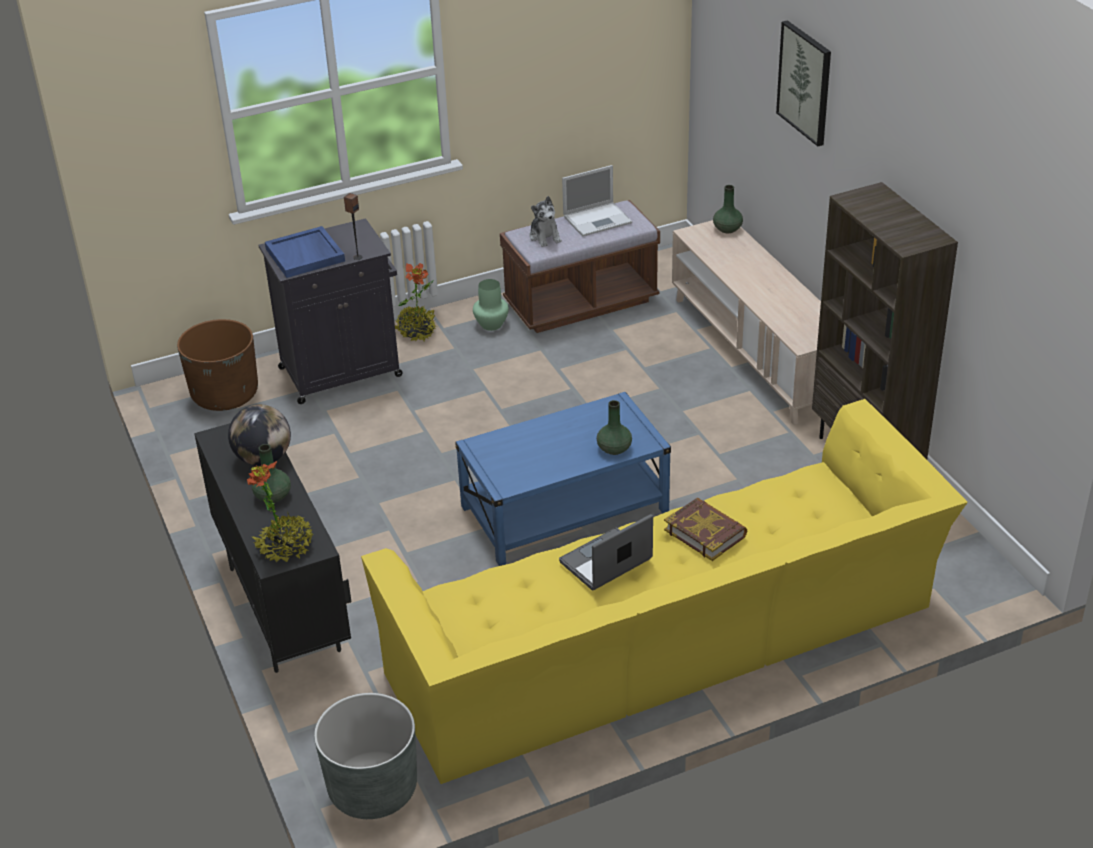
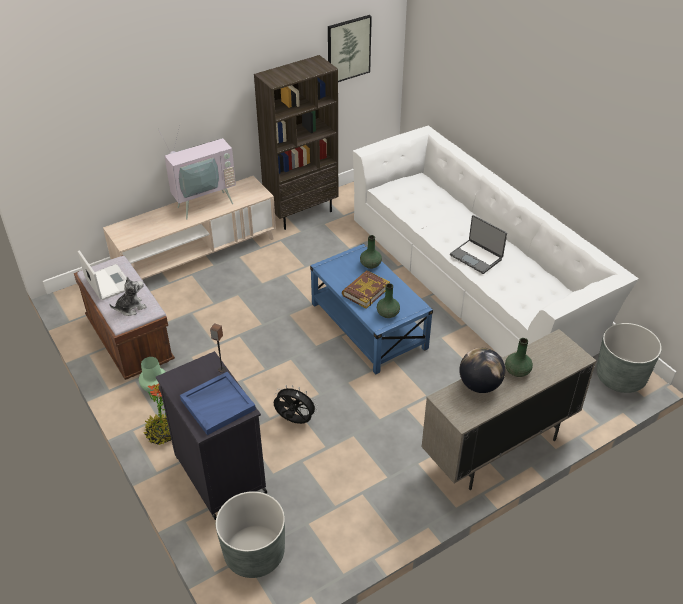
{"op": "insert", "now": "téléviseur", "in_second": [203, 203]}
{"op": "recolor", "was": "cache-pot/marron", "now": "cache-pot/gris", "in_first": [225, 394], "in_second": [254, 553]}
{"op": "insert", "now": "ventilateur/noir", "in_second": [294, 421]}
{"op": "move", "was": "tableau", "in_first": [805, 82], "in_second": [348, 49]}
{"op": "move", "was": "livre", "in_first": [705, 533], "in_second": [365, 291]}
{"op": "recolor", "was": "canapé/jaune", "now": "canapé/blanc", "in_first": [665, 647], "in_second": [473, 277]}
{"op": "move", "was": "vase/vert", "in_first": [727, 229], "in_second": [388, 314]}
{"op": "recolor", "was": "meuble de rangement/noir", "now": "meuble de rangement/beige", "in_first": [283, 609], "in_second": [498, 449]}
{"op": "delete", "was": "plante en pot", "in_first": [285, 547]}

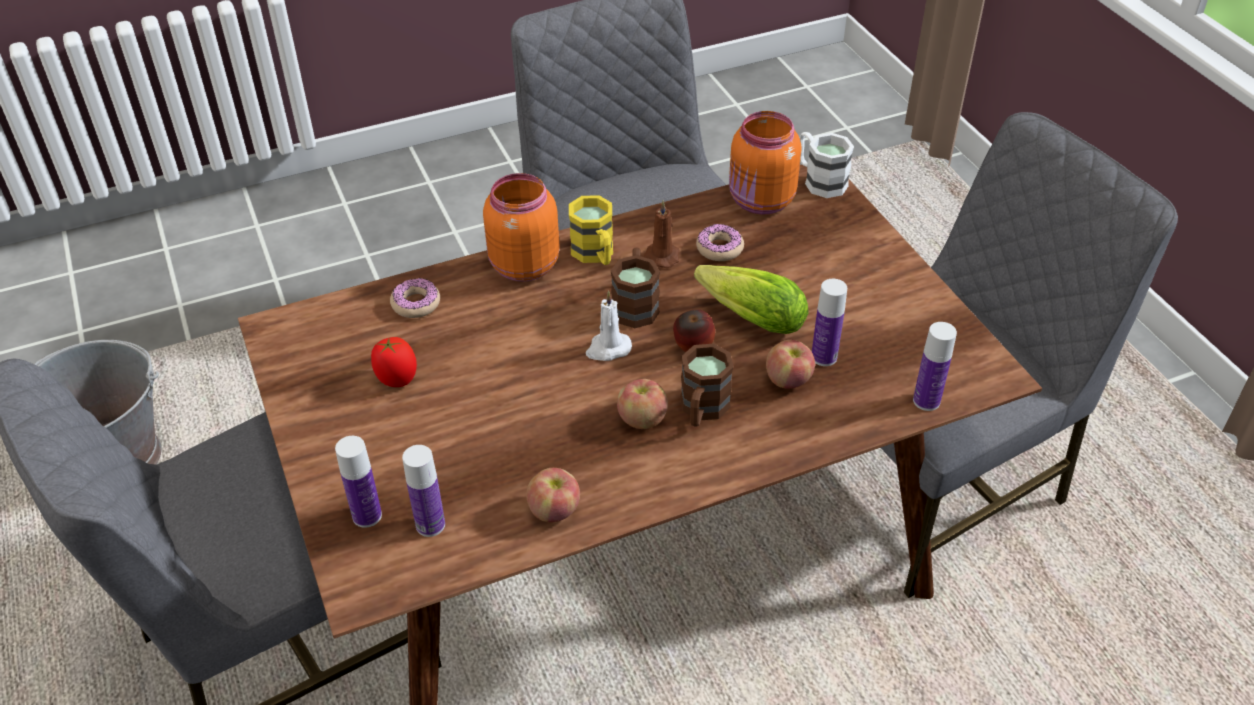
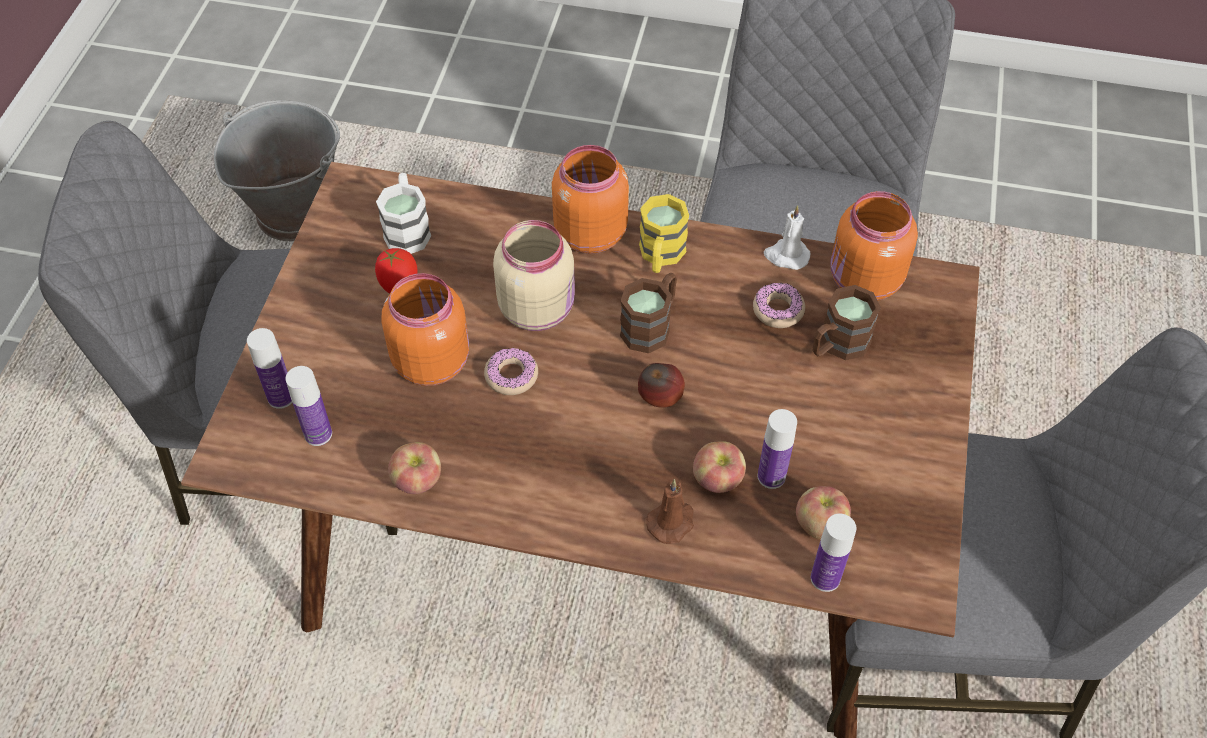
{"op": "move", "was": "mug/blanc", "in_first": [819, 180], "in_second": [407, 228]}
{"op": "insert", "now": "bocal/orange", "in_second": [431, 360]}
{"op": "move", "was": "beignet", "in_first": [416, 304], "in_second": [511, 376]}
{"op": "insert", "now": "bocal/beige", "in_second": [538, 308]}
{"op": "move", "was": "bougie/marron", "in_first": [662, 255], "in_second": [672, 522]}
{"op": "move", "was": "bougie/blanc", "in_first": [608, 349], "in_second": [786, 256]}
{"op": "move", "was": "pomme", "in_first": [642, 419], "in_second": [819, 524]}
{"op": "move", "was": "mug/marron", "in_first": [702, 410], "in_second": [837, 345]}
{"op": "delete", "was": "laitue", "in_first": [746, 316]}

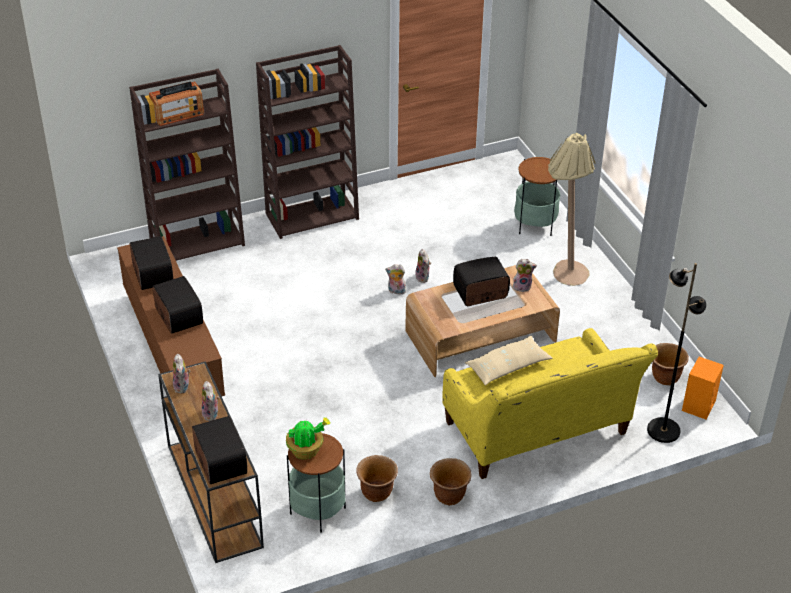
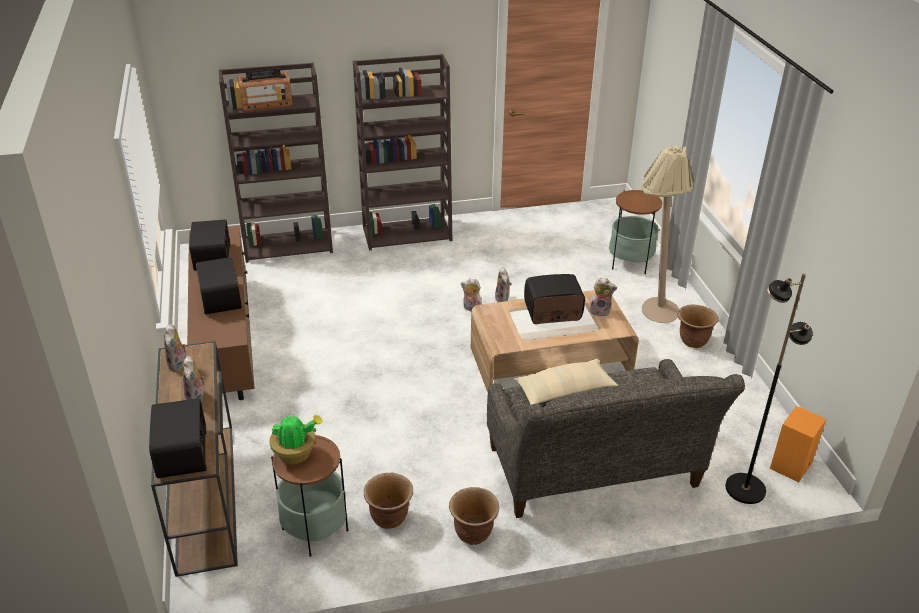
{"op": "recolor", "was": "canapé/jaune", "now": "canapé/gris", "in_first": [540, 434], "in_second": [596, 475]}
{"op": "move", "was": "cache-pot/marron", "in_first": [665, 378], "in_second": [693, 341]}

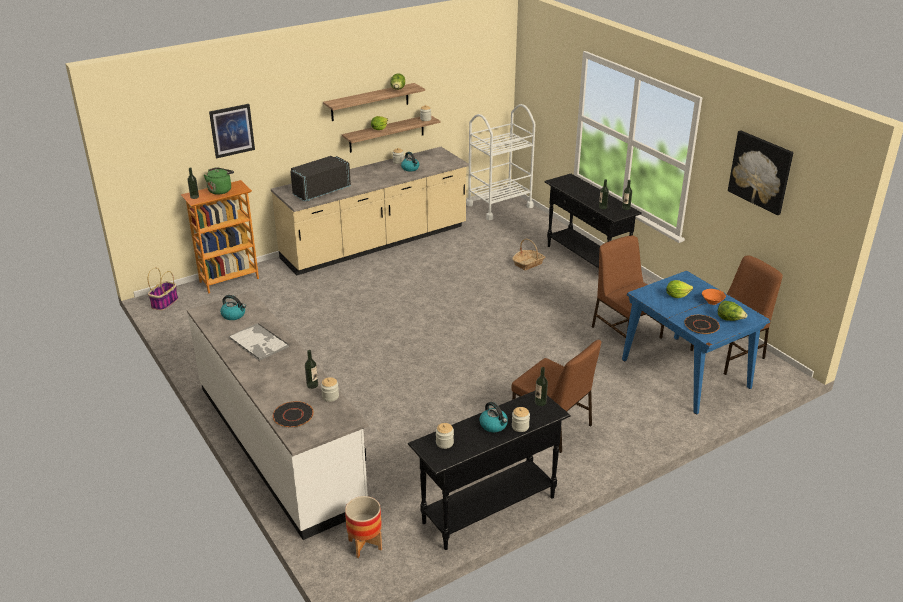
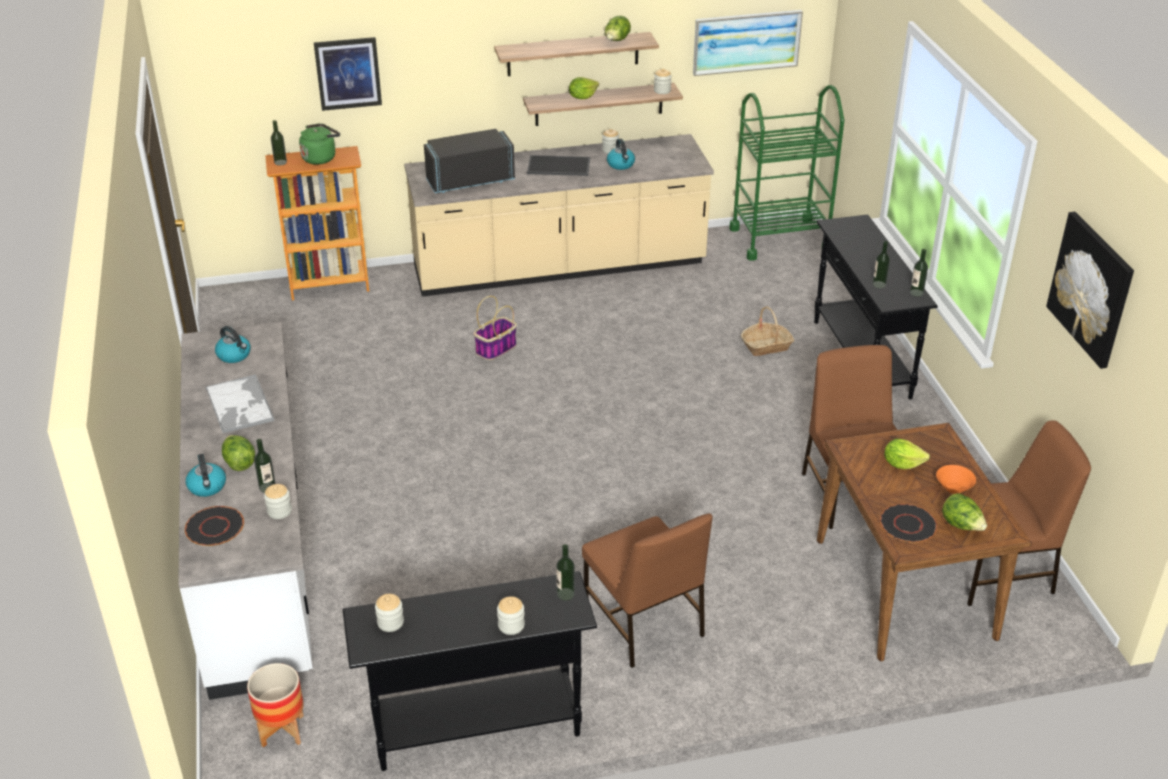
{"op": "move", "was": "bouilloire", "in_first": [494, 425], "in_second": [207, 487]}
{"op": "insert", "now": "laitue", "in_second": [239, 463]}
{"op": "move", "was": "panier", "in_first": [164, 303], "in_second": [496, 349]}
{"op": "insert", "now": "plateau", "in_second": [558, 166]}
{"op": "insert", "now": "tableau", "in_second": [746, 42]}
{"op": "recolor", "was": "chariot/blanc", "now": "chariot/vert", "in_first": [499, 206], "in_second": [779, 239]}
{"op": "recolor", "was": "table à manger/bleu", "now": "table à manger/marron", "in_first": [686, 374], "in_second": [905, 588]}

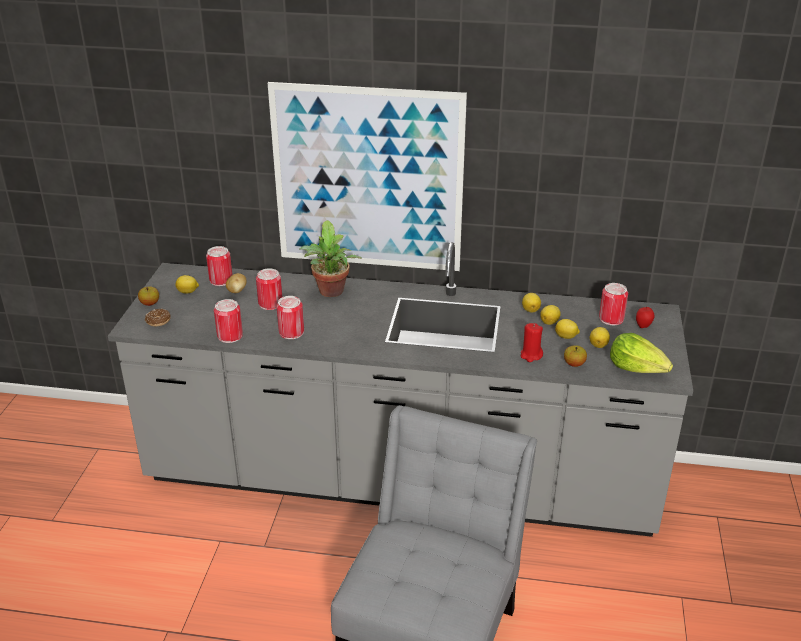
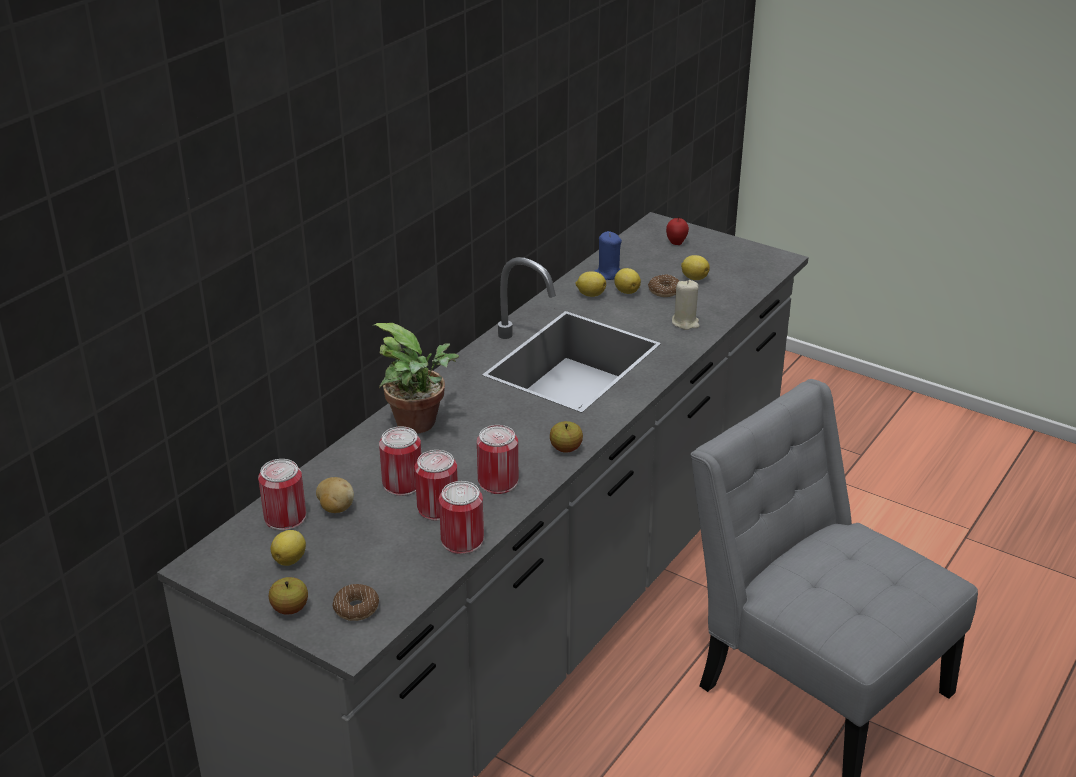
{"op": "move", "was": "boîte métallique", "in_first": [611, 318], "in_second": [438, 508]}
{"op": "move", "was": "pomme", "in_first": [574, 364], "in_second": [566, 449]}
{"op": "insert", "now": "bougie/bleu", "in_second": [608, 274]}
{"op": "replace", "was": "citron", "now": "beignet", "in_first": [566, 337], "in_second": [664, 291]}
{"op": "recolor", "was": "bougie/rouge", "now": "bougie/beige", "in_first": [531, 355], "in_second": [685, 322]}
{"op": "delete", "was": "tableau", "in_first": [368, 179]}
{"op": "delete", "was": "laitue", "in_first": [637, 368]}

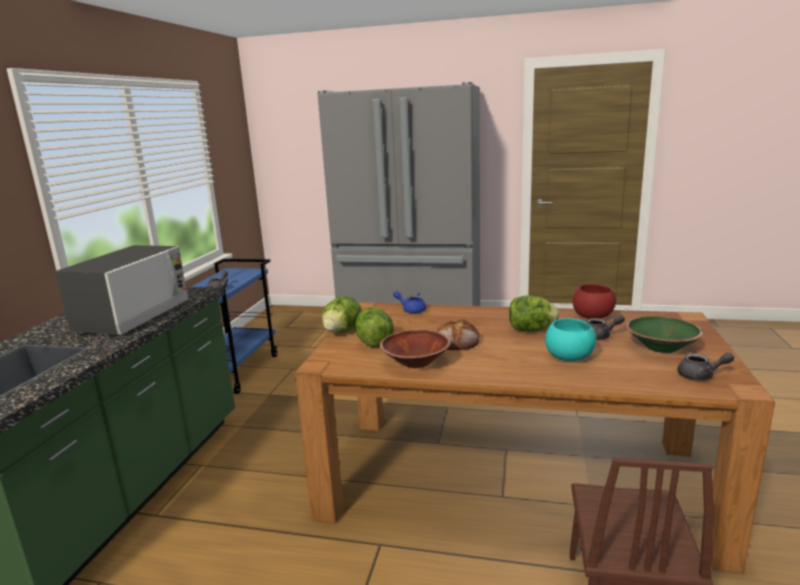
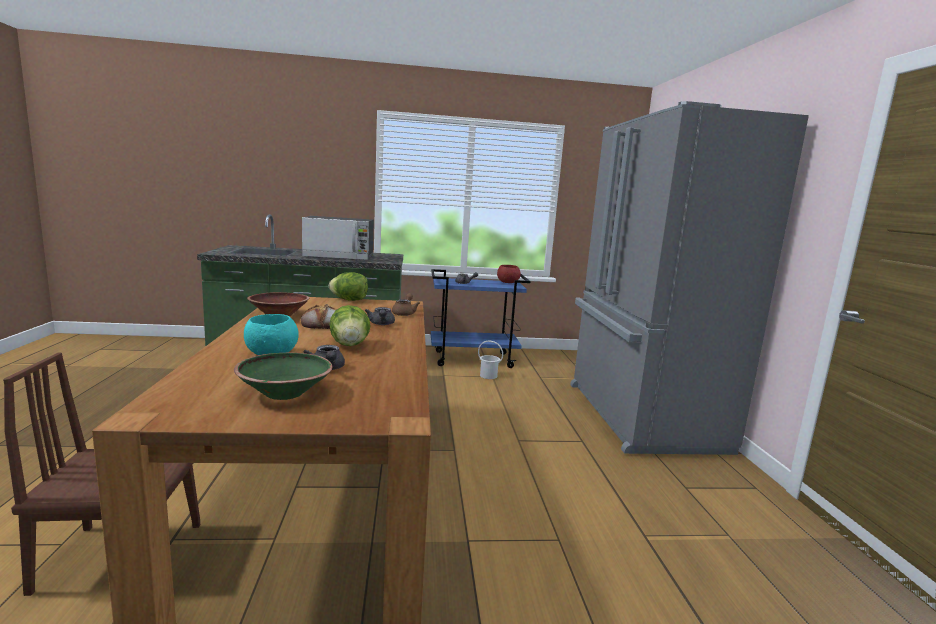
{"op": "move", "was": "théière/gris", "in_first": [701, 376], "in_second": [381, 324]}
{"op": "recolor", "was": "théière/bleu", "now": "théière/marron", "in_first": [411, 310], "in_second": [405, 313]}
{"op": "insert", "now": "seau/blanc", "in_second": [488, 376]}
{"op": "move", "was": "bol/rouge", "in_first": [593, 317], "in_second": [507, 282]}
{"op": "delete", "was": "laitue", "in_first": [374, 343]}

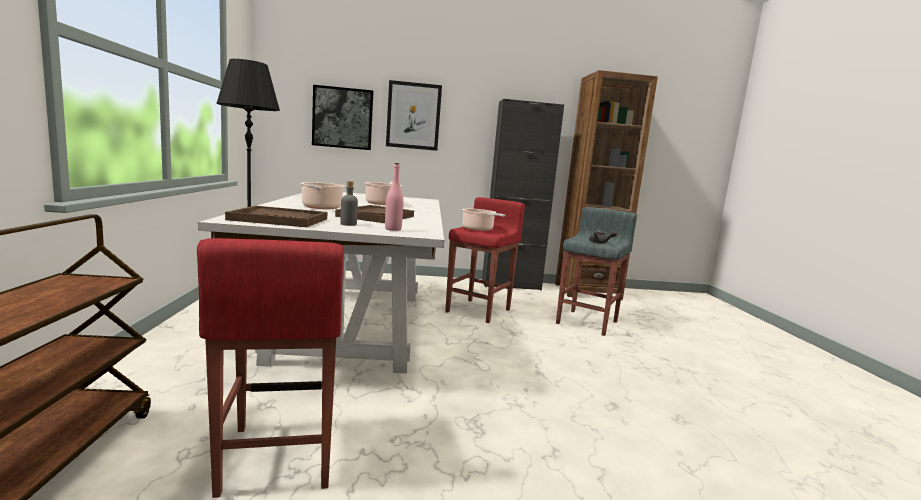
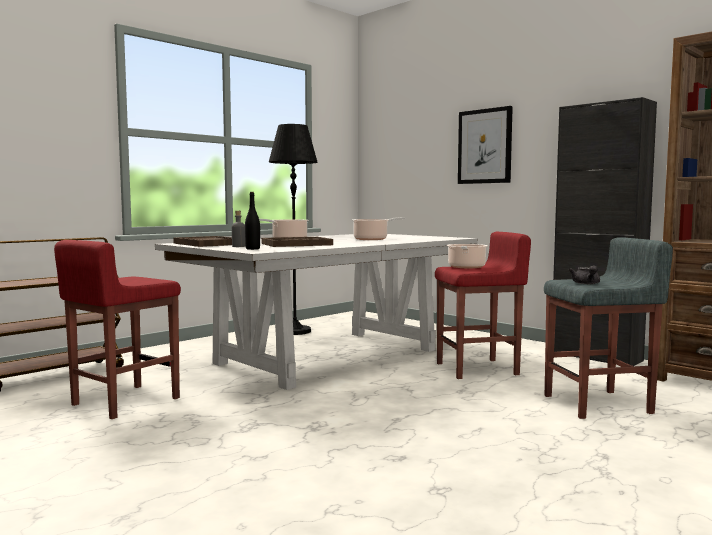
{"op": "recolor", "was": "bouteille/rose", "now": "bouteille/noir", "in_first": [393, 229], "in_second": [252, 249]}
{"op": "delete", "was": "tableau", "in_first": [342, 118]}

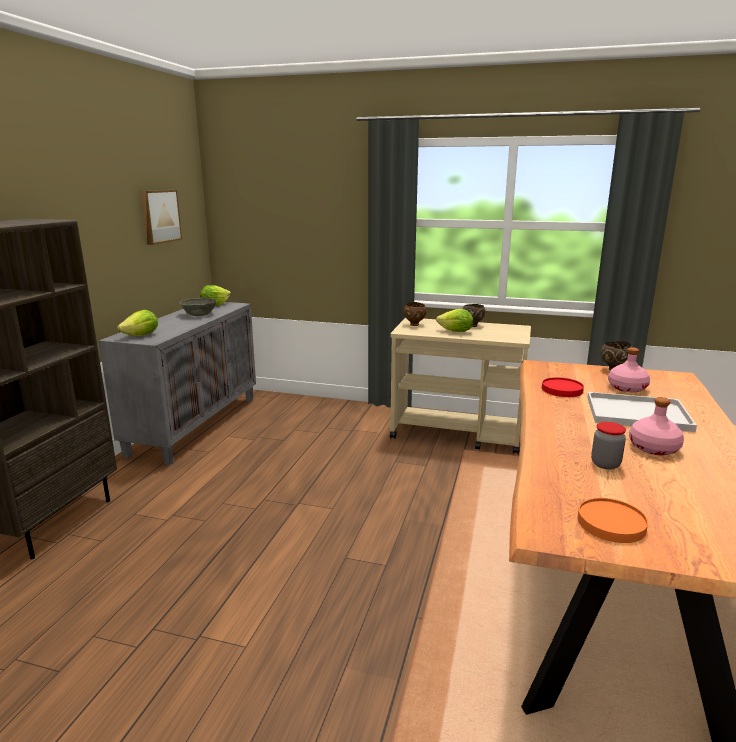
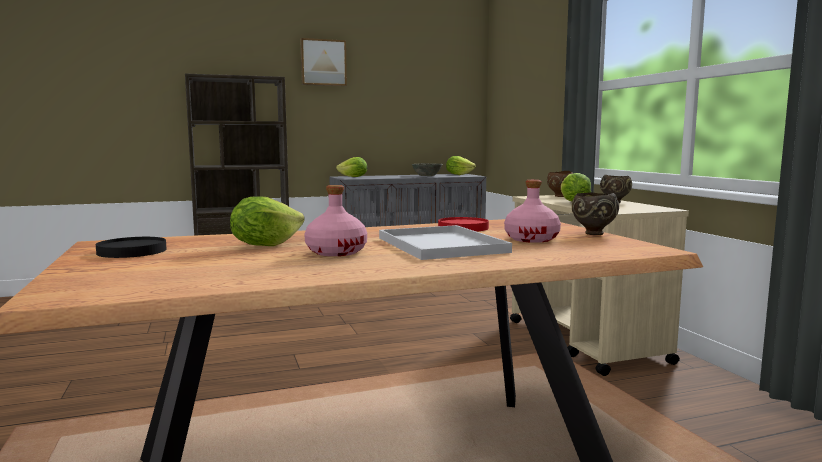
{"op": "recolor", "was": "assiette/orange", "now": "assiette/noir", "in_first": [611, 524], "in_second": [131, 251]}
{"op": "replace", "was": "bocal", "now": "laitue", "in_first": [605, 464], "in_second": [265, 245]}
{"op": "move", "was": "tableau", "in_first": [159, 216], "in_second": [323, 62]}

